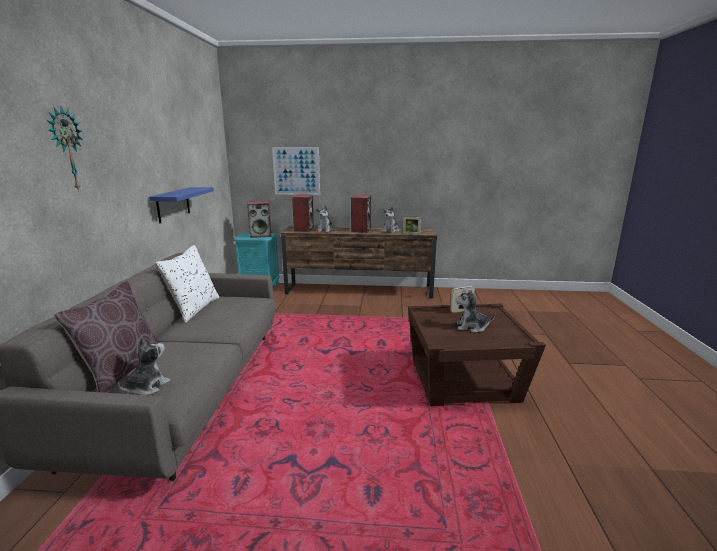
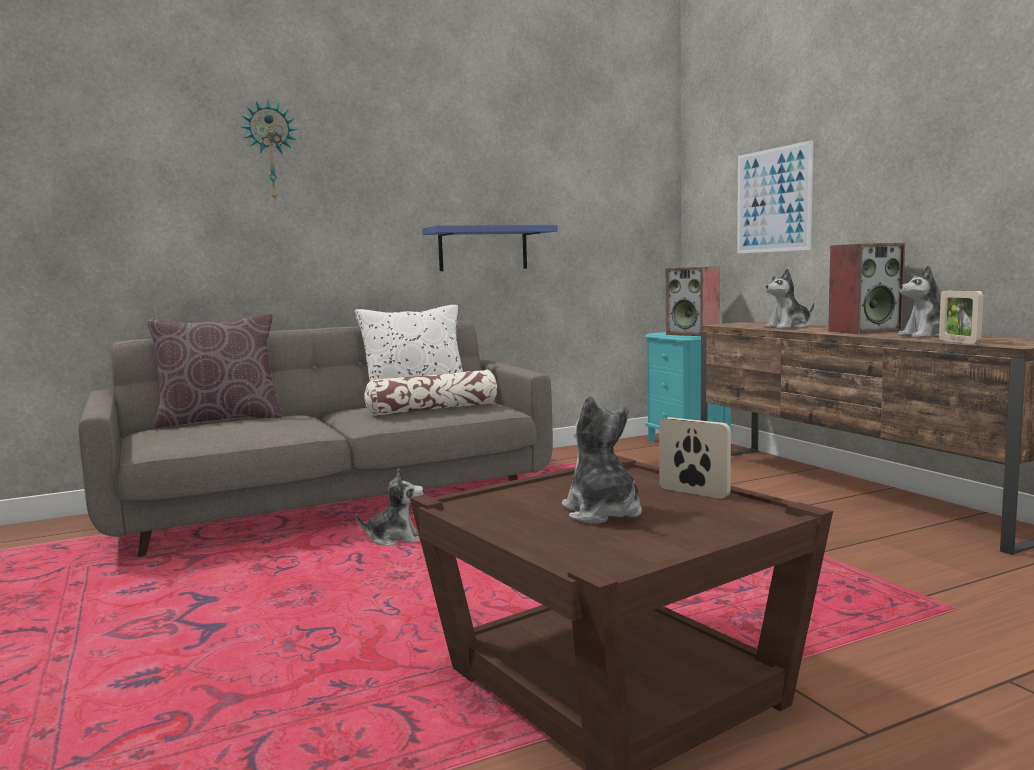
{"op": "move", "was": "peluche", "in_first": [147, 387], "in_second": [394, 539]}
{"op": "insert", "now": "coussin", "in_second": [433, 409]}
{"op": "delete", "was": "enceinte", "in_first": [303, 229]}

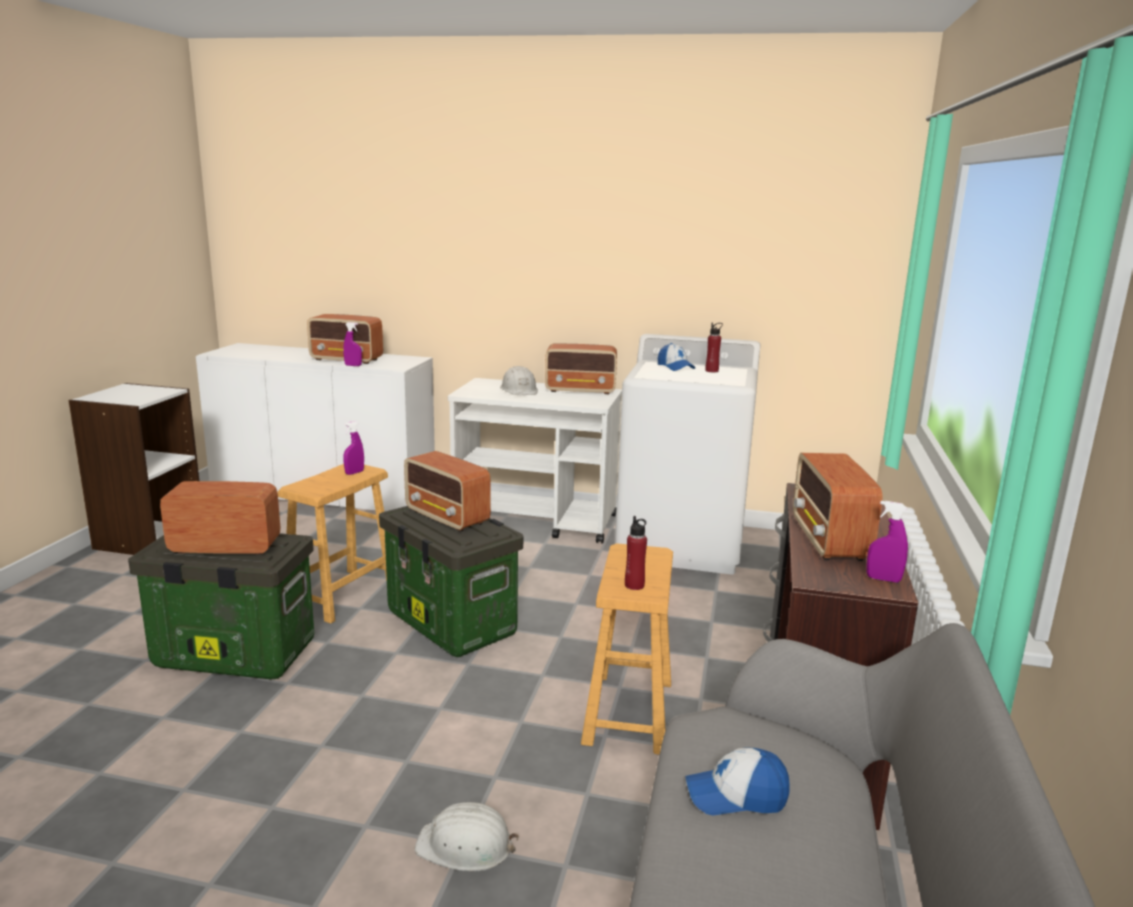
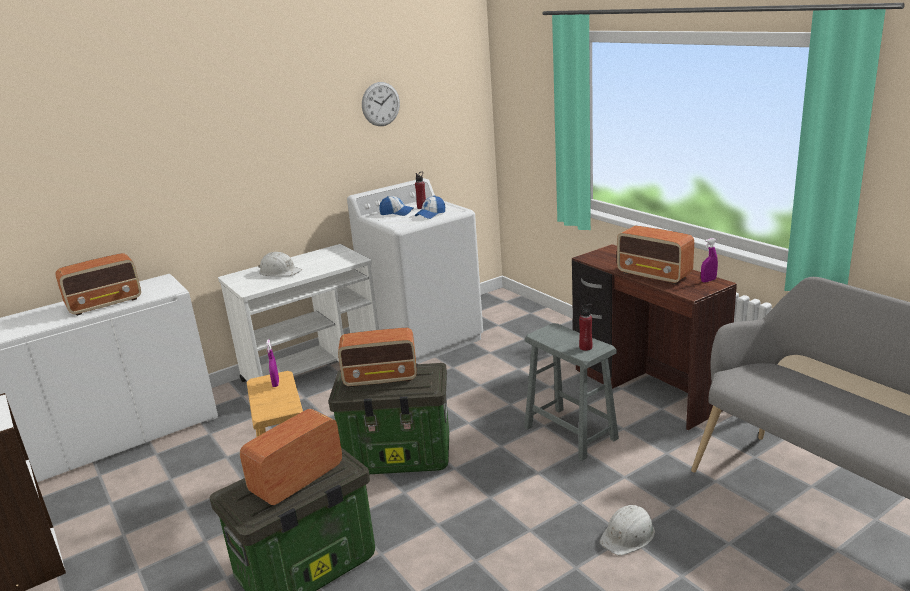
{"op": "insert", "now": "horloge murale", "in_second": [380, 104]}
{"op": "move", "was": "casquette", "in_first": [736, 796], "in_second": [430, 214]}
{"op": "recolor", "was": "tabouret/marron", "now": "tabouret/gris", "in_first": [628, 712], "in_second": [570, 433]}
{"op": "delete", "was": "vaporisateur/violet", "in_first": [353, 365]}
{"op": "delete", "was": "radio", "in_first": [581, 390]}

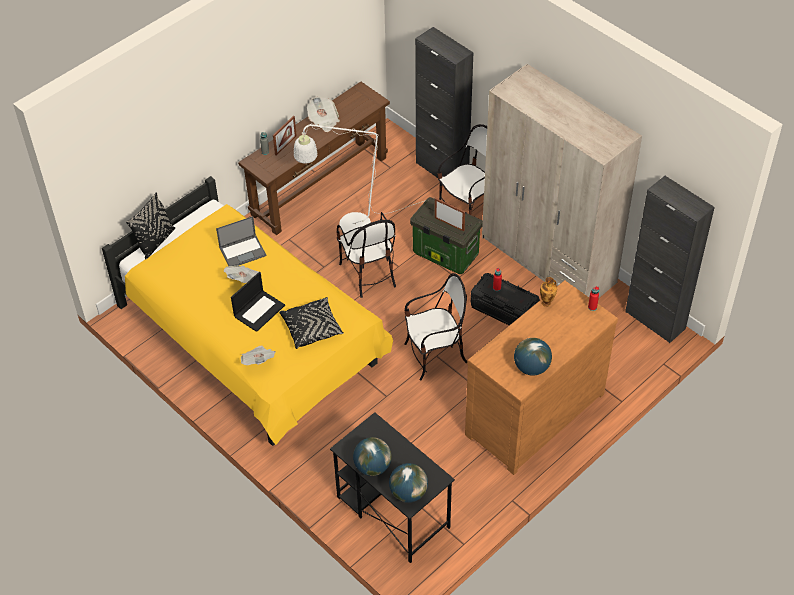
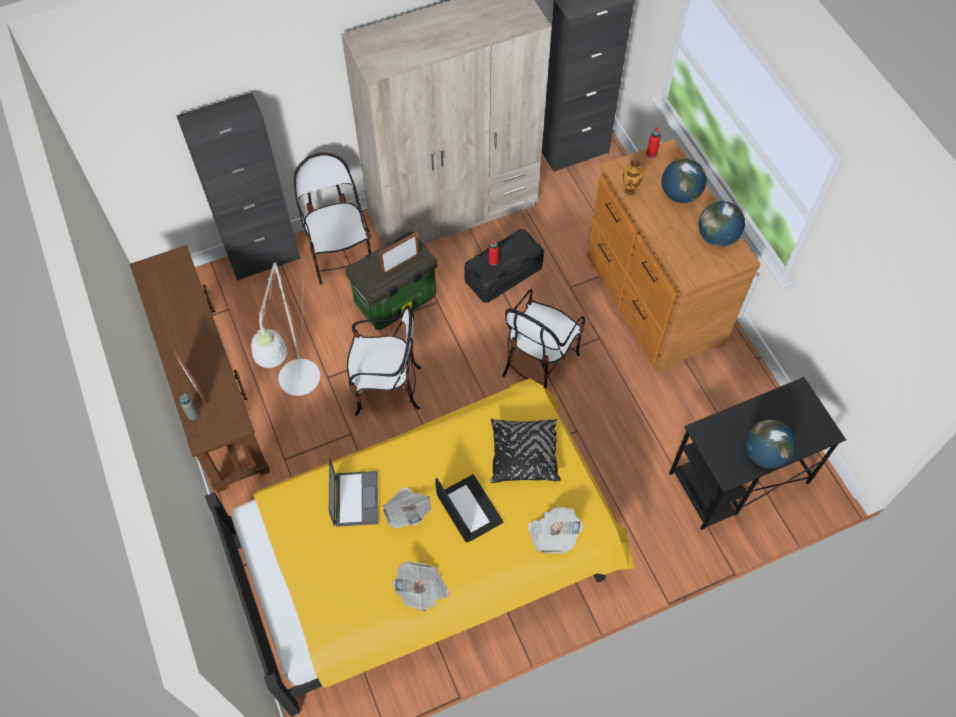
{"op": "move", "was": "journal", "in_first": [323, 121], "in_second": [422, 590]}
{"op": "rotate", "was": "chaise", "in_first": [435, 355], "in_second": [539, 362], "clockwise": -150}
{"op": "move", "was": "globe", "in_first": [408, 493], "in_second": [680, 195]}
{"op": "delete", "was": "coussin/noir", "in_first": [155, 242]}

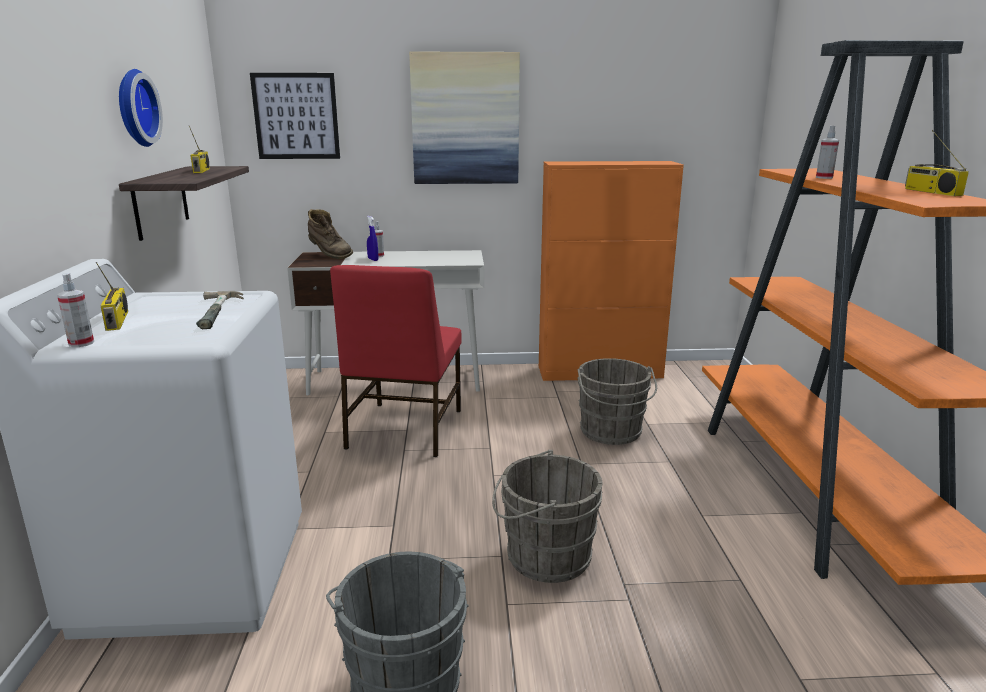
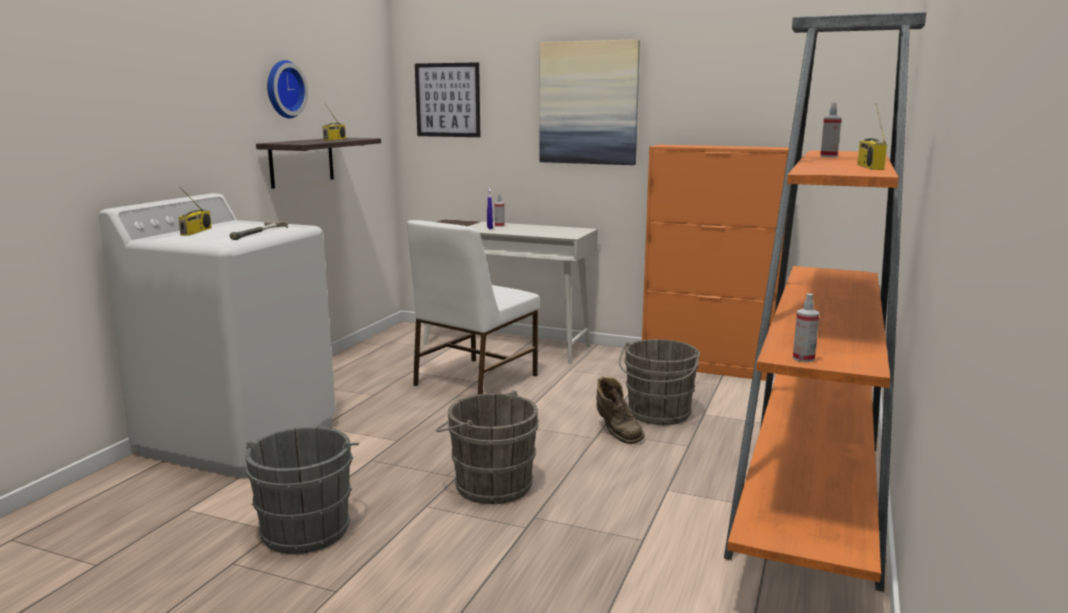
{"op": "recolor", "was": "chaise/rouge", "now": "chaise/blanc", "in_first": [403, 430], "in_second": [474, 380]}
{"op": "move", "was": "botte/marron", "in_first": [329, 255], "in_second": [616, 433]}
{"op": "move", "was": "vaporisateur", "in_first": [81, 343], "in_second": [803, 359]}

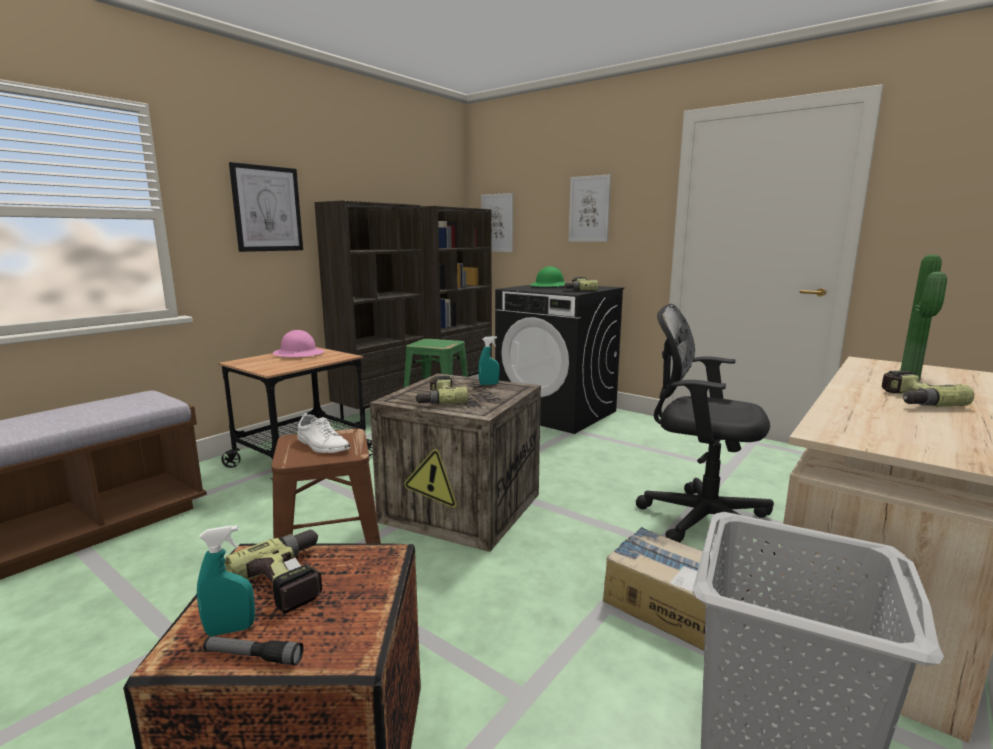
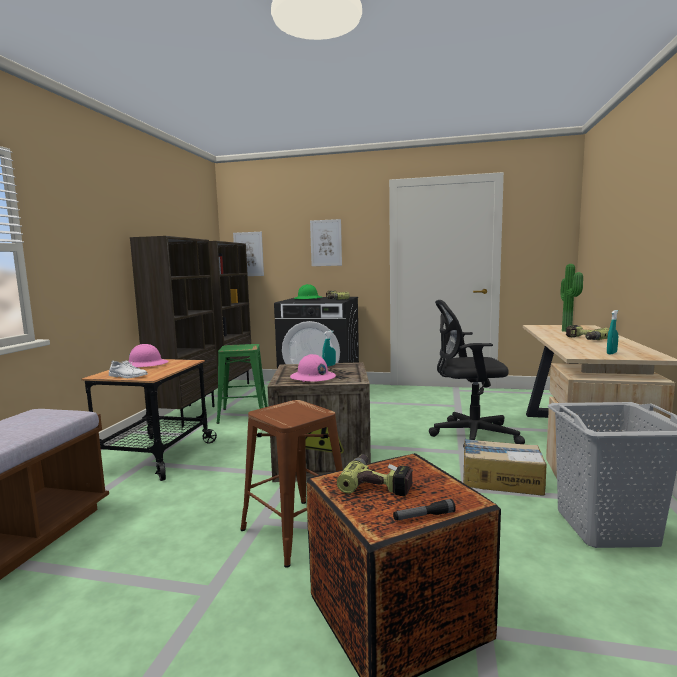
{"op": "move", "was": "chaussure/blanc", "in_first": [322, 445], "in_second": [128, 376]}
{"op": "replace", "was": "perceuse", "now": "casque de chantier/rose", "in_first": [438, 399], "in_second": [312, 378]}
{"op": "move", "was": "vaporisateur/turquoise", "in_first": [230, 630], "in_second": [611, 353]}
{"op": "delete", "was": "tableau", "in_first": [267, 209]}

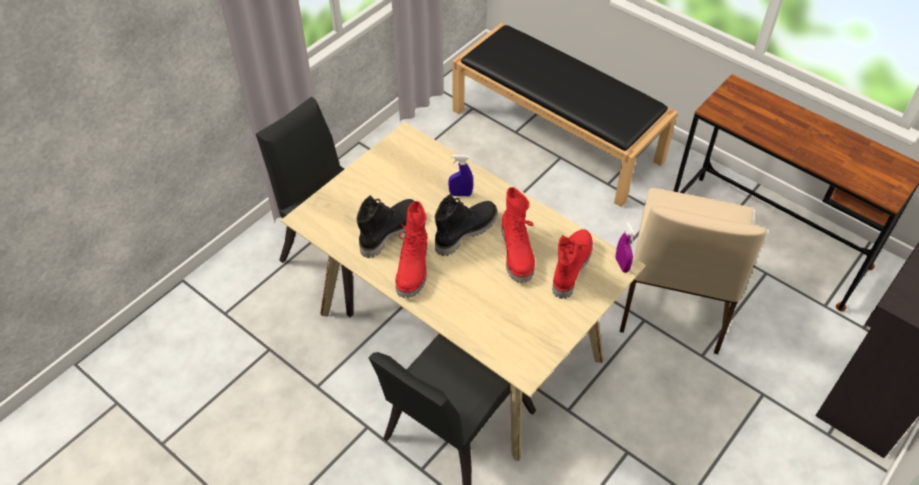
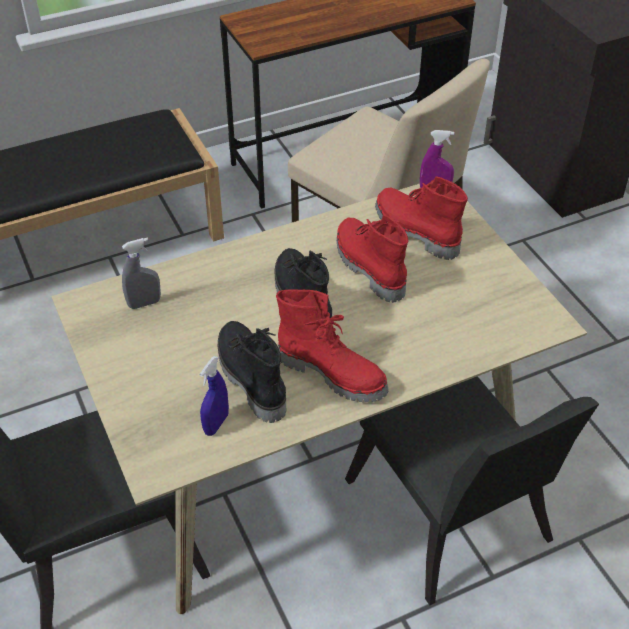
{"op": "insert", "now": "vaporisateur/gris", "in_second": [144, 303]}
{"op": "move", "was": "vaporisateur/bleu", "in_first": [460, 194], "in_second": [216, 424]}
{"op": "rotate", "was": "botte/rouge", "in_first": [517, 254], "in_second": [368, 267], "clockwise": -135}

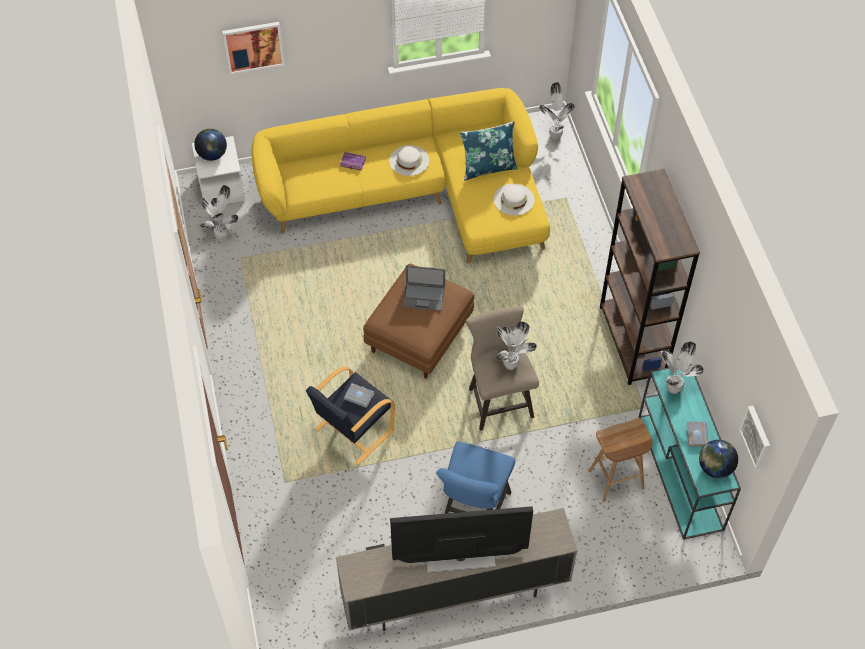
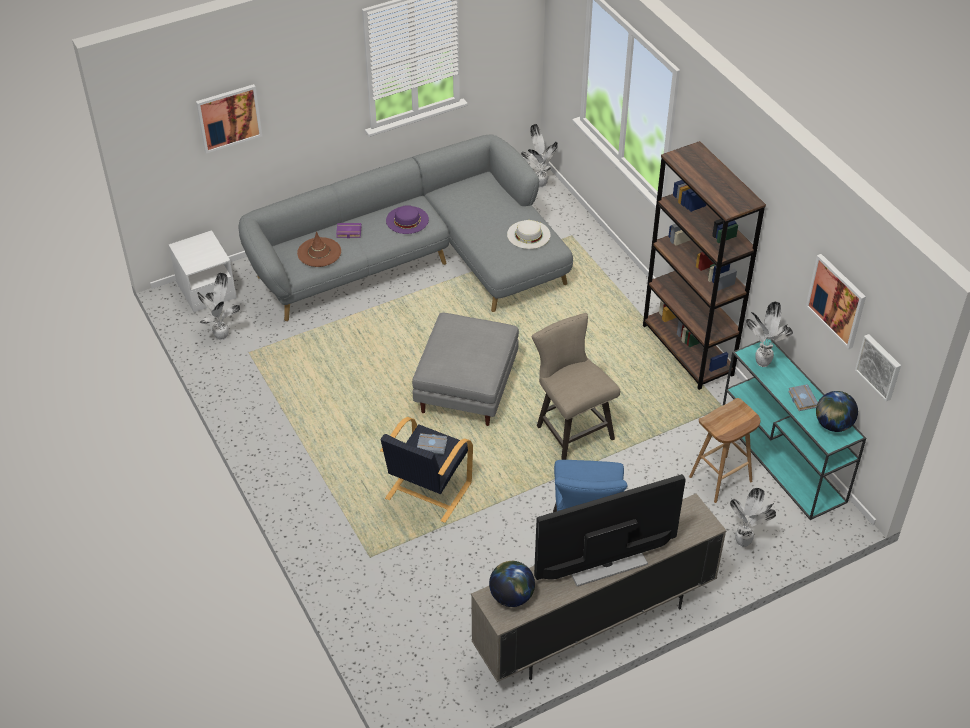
{"op": "recolor", "was": "canapé/jaune", "now": "canapé/gris", "in_first": [416, 194], "in_second": [417, 260]}
{"op": "insert", "now": "chapeau/marron", "in_second": [319, 252]}
{"op": "recolor", "was": "chapeau/blanc", "now": "chapeau/violet", "in_first": [409, 160], "in_second": [407, 220]}
{"op": "recolor", "was": "pouf/marron", "now": "pouf/gris", "in_first": [419, 334], "in_second": [466, 386]}
{"op": "move", "was": "globe", "in_first": [212, 154], "in_second": [511, 596]}
{"op": "move", "was": "plante en pot", "in_first": [511, 366], "in_second": [744, 543]}
{"op": "insert", "now": "tableau", "in_second": [836, 300]}
{"op": "delete", "was": "ordinateur portable", "in_first": [424, 296]}
{"op": "delete", "was": "coussin/bleu", "in_first": [488, 167]}

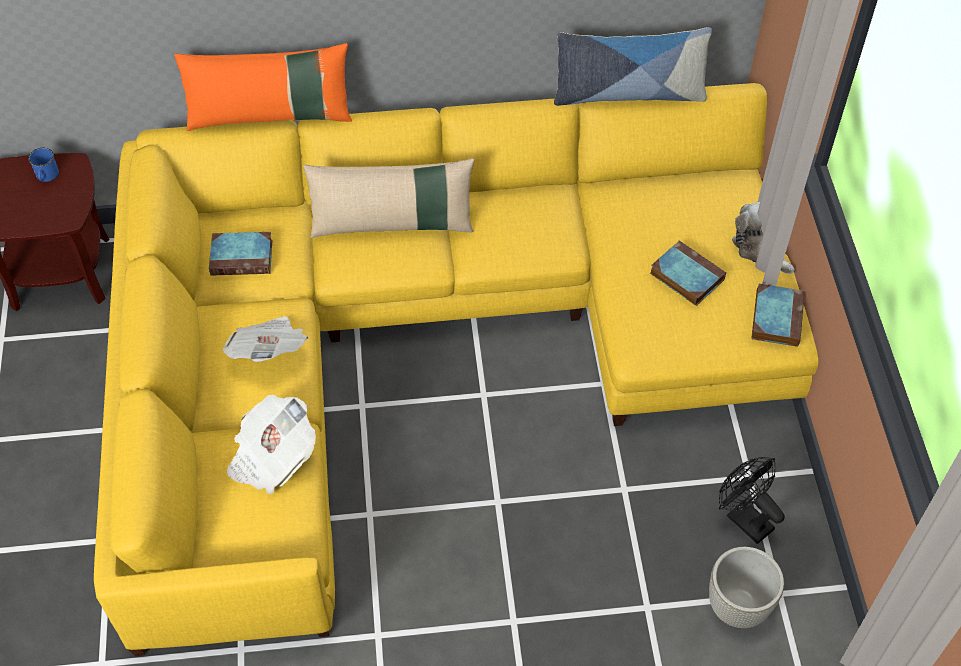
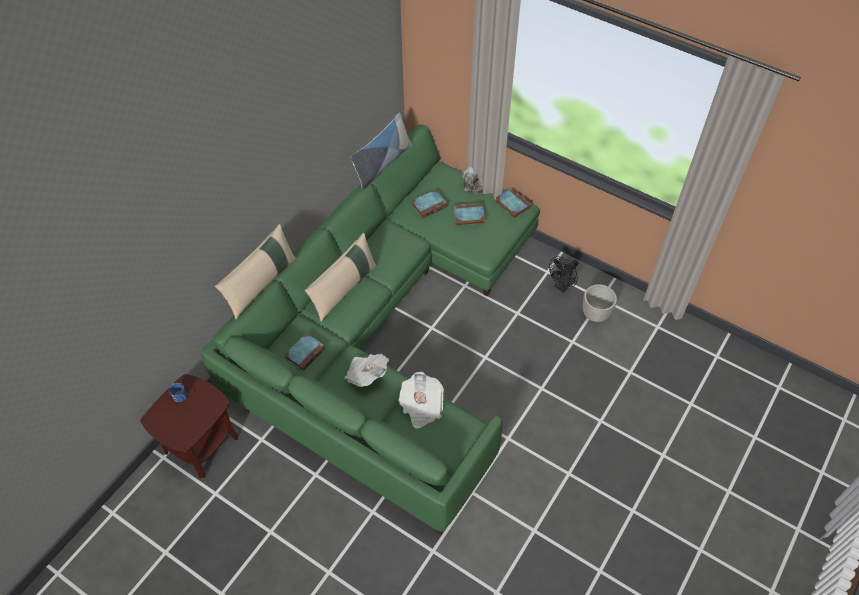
{"op": "recolor", "was": "canapé/jaune", "now": "canapé/vert", "in_first": [435, 340], "in_second": [389, 325]}
{"op": "recolor", "was": "coussin/orange", "now": "coussin/beige", "in_first": [271, 116], "in_second": [261, 284]}
{"op": "insert", "now": "livre", "in_second": [429, 205]}
{"op": "rotate", "was": "ventilateur/noir", "in_first": [743, 518], "in_second": [562, 286], "clockwise": -45}

